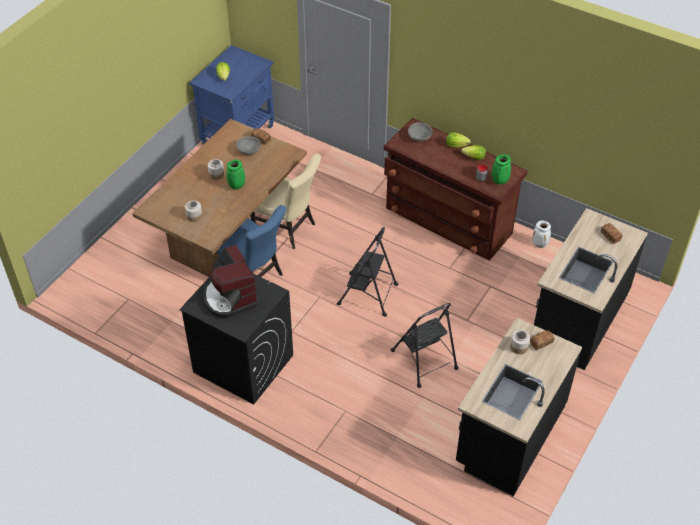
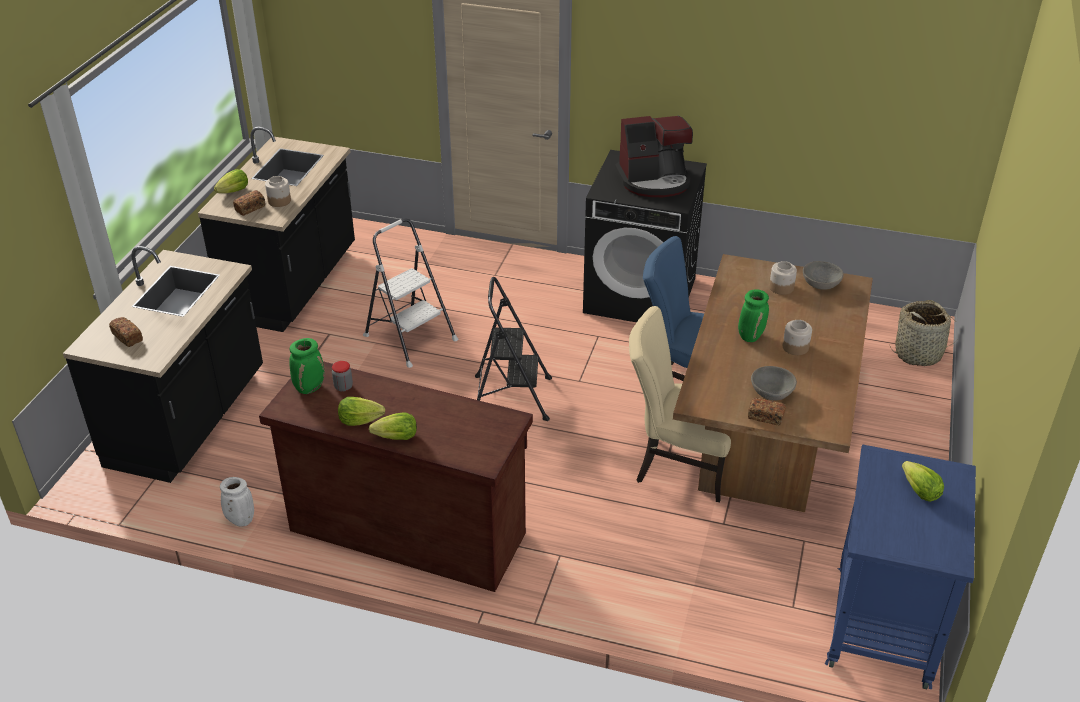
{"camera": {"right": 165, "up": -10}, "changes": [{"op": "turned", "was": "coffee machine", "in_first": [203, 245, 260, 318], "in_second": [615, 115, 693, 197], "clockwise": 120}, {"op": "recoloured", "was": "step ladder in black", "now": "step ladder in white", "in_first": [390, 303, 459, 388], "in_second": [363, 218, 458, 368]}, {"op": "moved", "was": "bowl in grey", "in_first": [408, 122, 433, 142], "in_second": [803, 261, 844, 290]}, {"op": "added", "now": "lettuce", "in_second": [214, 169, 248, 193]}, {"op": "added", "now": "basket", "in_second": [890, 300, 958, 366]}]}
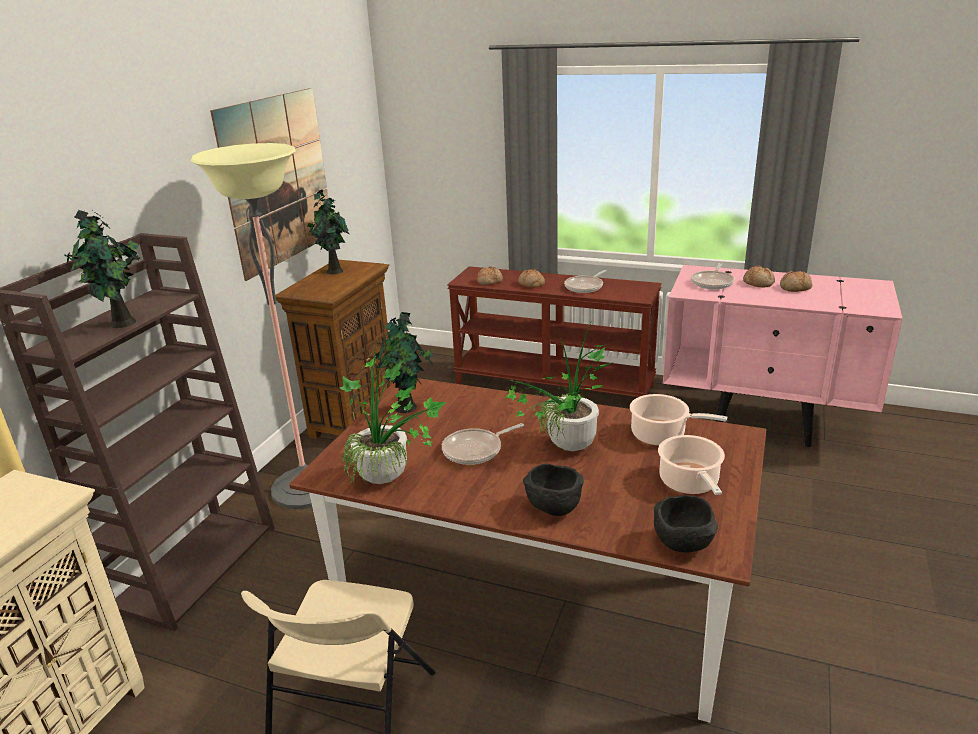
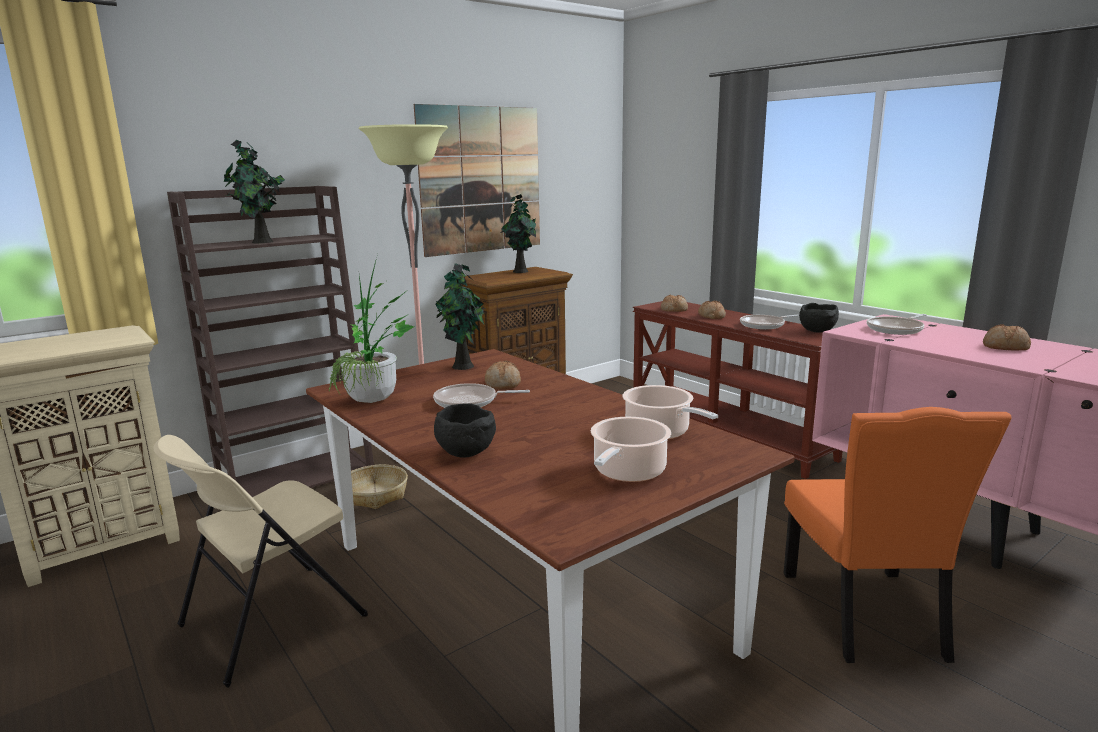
{"camera": {"right": 30, "up": -10}, "changes": [{"op": "removed", "was": "potted plant", "in_first": [505, 323, 613, 451]}, {"op": "moved", "was": "bowl in black", "in_first": [654, 495, 718, 553], "in_second": [799, 303, 839, 333]}, {"op": "moved", "was": "bread", "in_first": [743, 266, 775, 288], "in_second": [485, 361, 521, 390]}, {"op": "added", "now": "basket", "in_second": [351, 465, 408, 509]}, {"op": "added", "now": "chair in orange", "in_second": [784, 407, 1012, 663]}]}
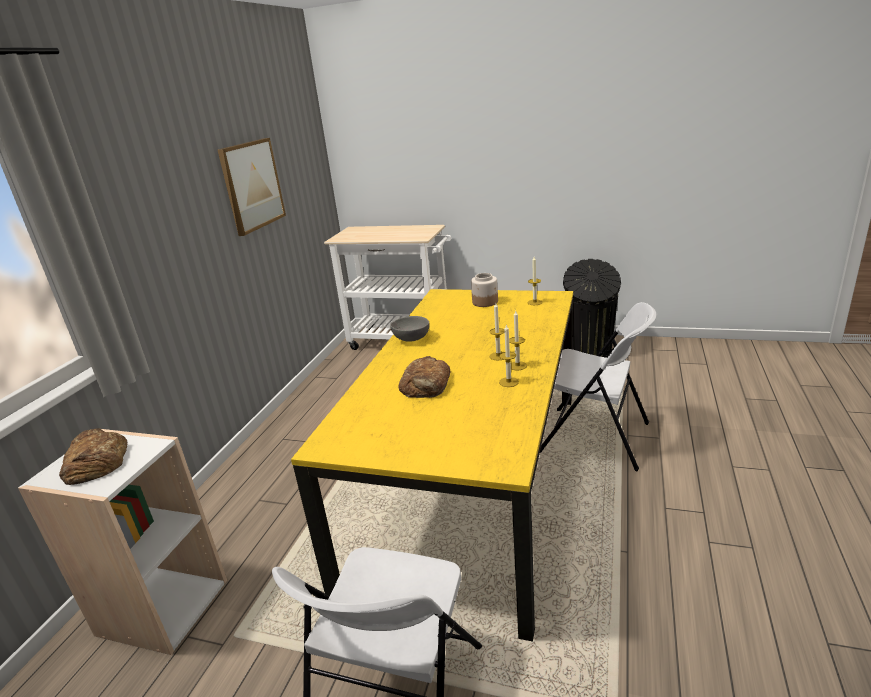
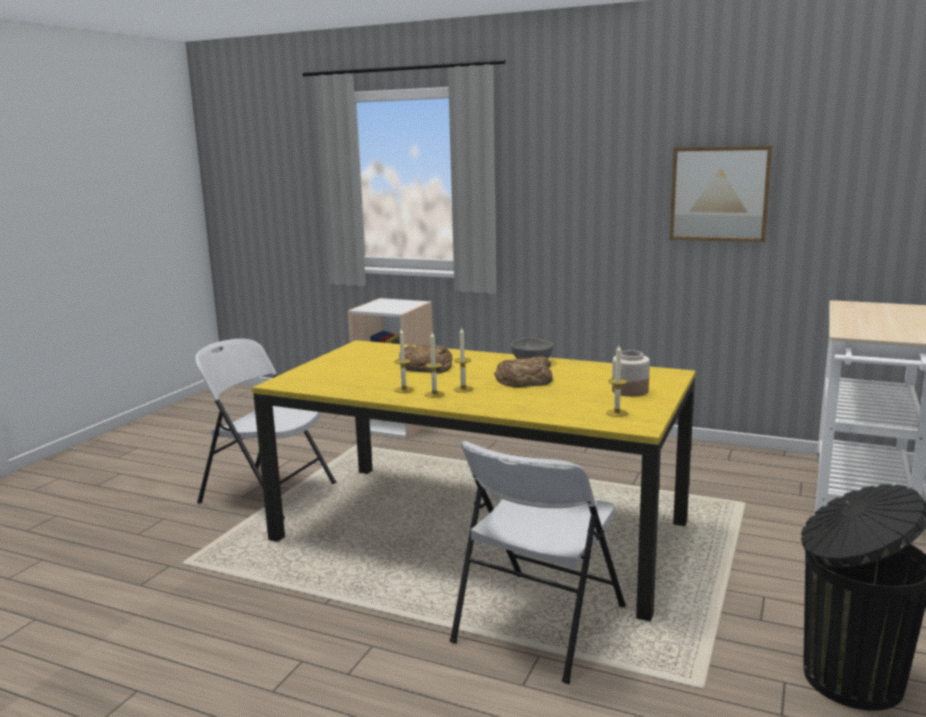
{"camera": {"right": 95, "up": -10}, "changes": [{"op": "moved", "was": "bread", "in_first": [59, 428, 127, 485], "in_second": [494, 356, 553, 388]}]}
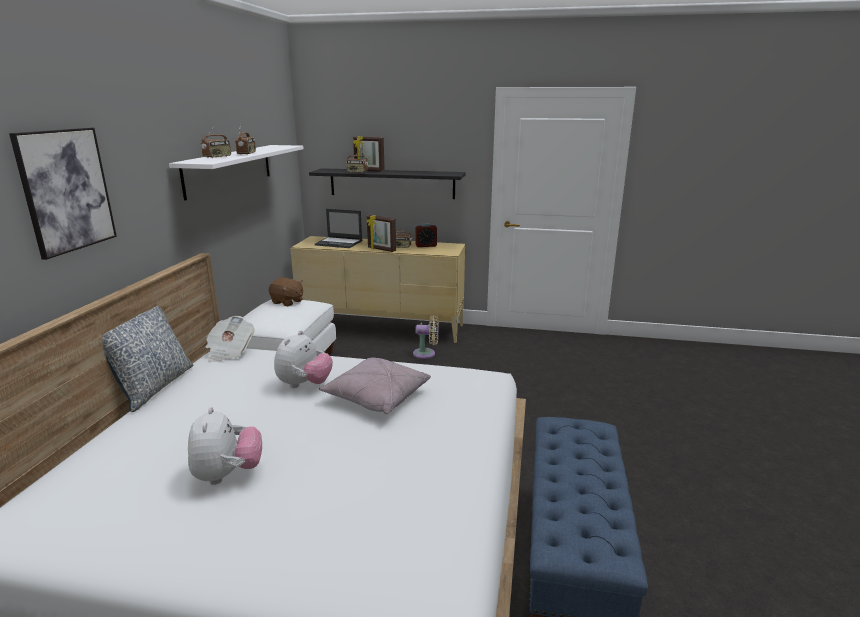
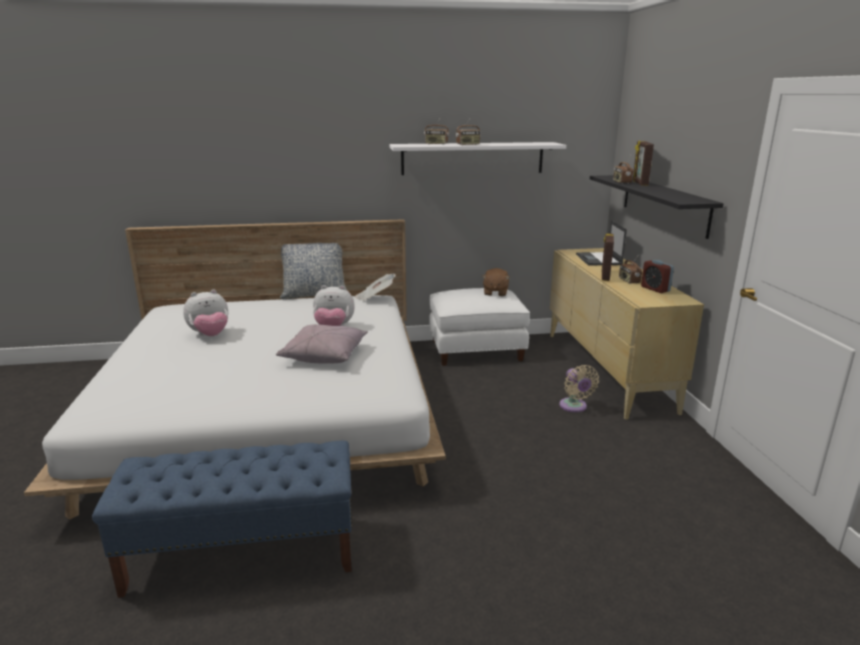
{"camera": {"right": 70, "up": 0}, "changes": [{"op": "removed", "was": "picture", "in_first": [9, 128, 117, 260]}]}
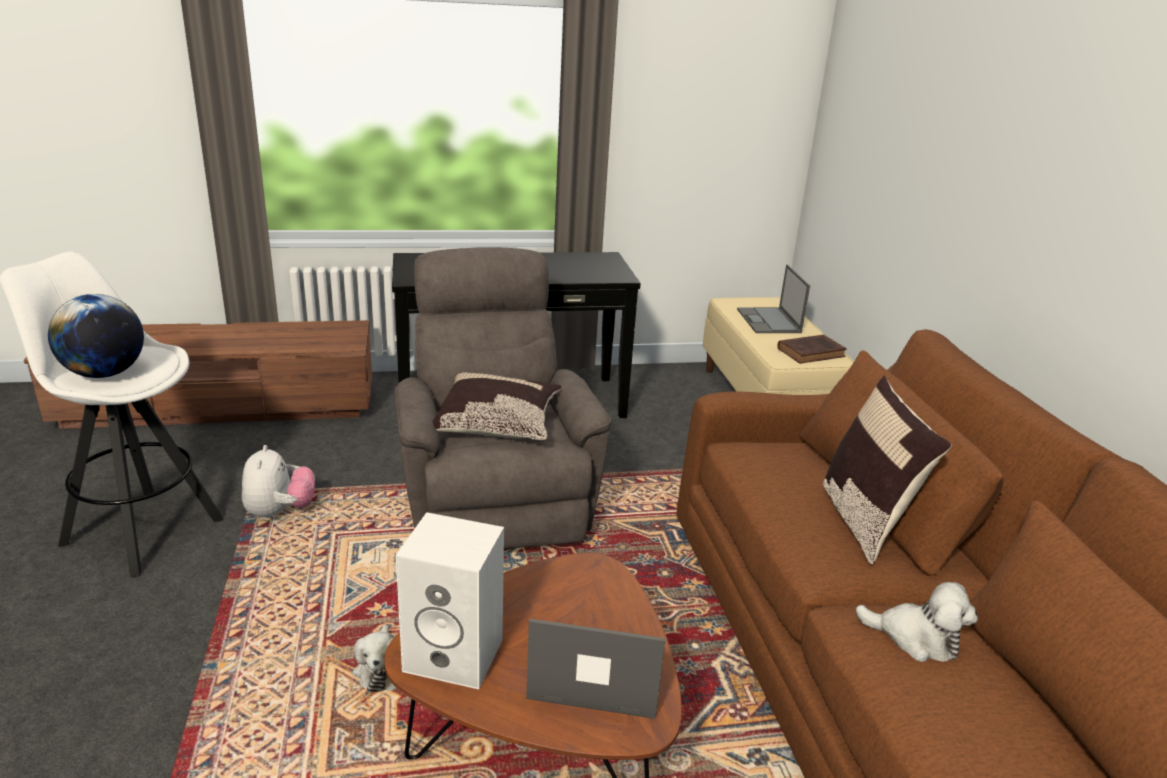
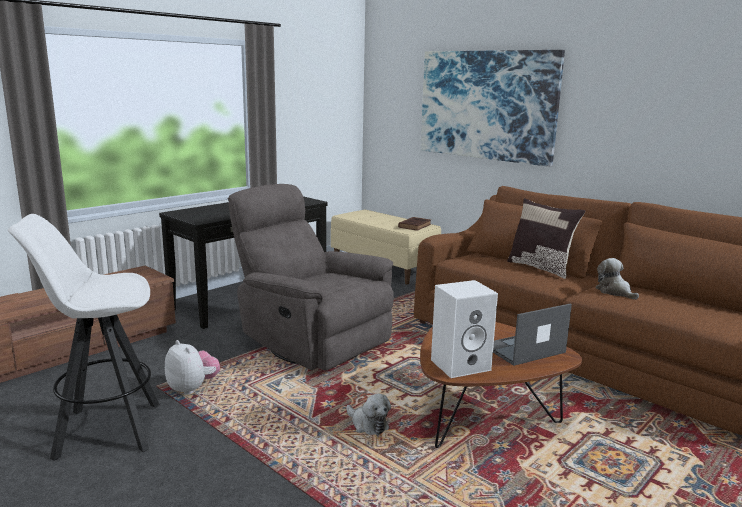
{"camera": {"right": -35, "up": -10}, "changes": [{"op": "removed", "was": "globe", "in_first": [48, 294, 144, 378]}, {"op": "removed", "was": "pillow", "in_first": [433, 372, 562, 440]}, {"op": "removed", "was": "laptop", "in_first": [737, 264, 810, 333]}, {"op": "turned", "was": "plush toy", "in_first": [856, 582, 978, 662], "in_second": [596, 258, 639, 300], "clockwise": -105}, {"op": "added", "now": "picture", "in_second": [421, 50, 565, 167]}]}
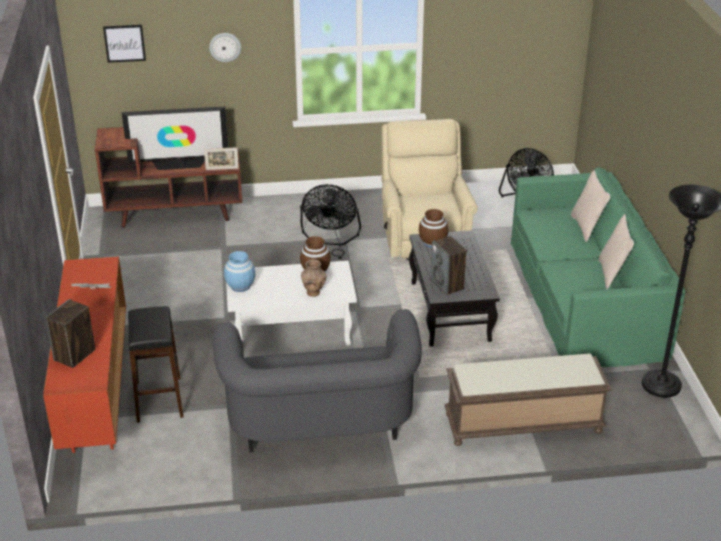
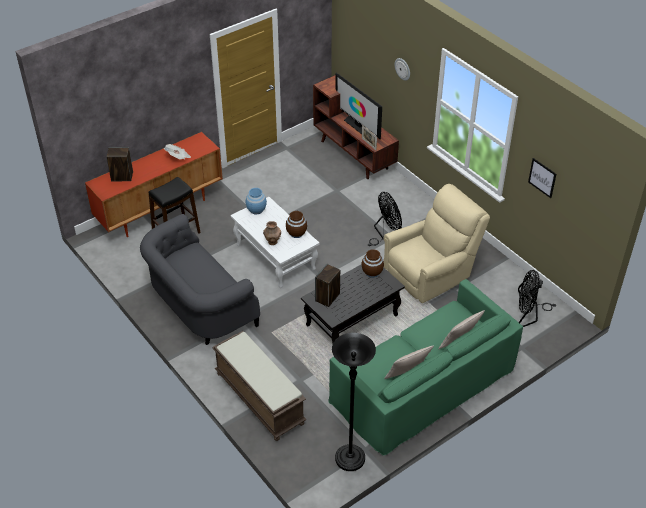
{"camera": {"right": 60, "up": 10}, "changes": [{"op": "moved", "was": "picture", "in_first": [103, 25, 146, 63], "in_second": [528, 158, 556, 198]}]}
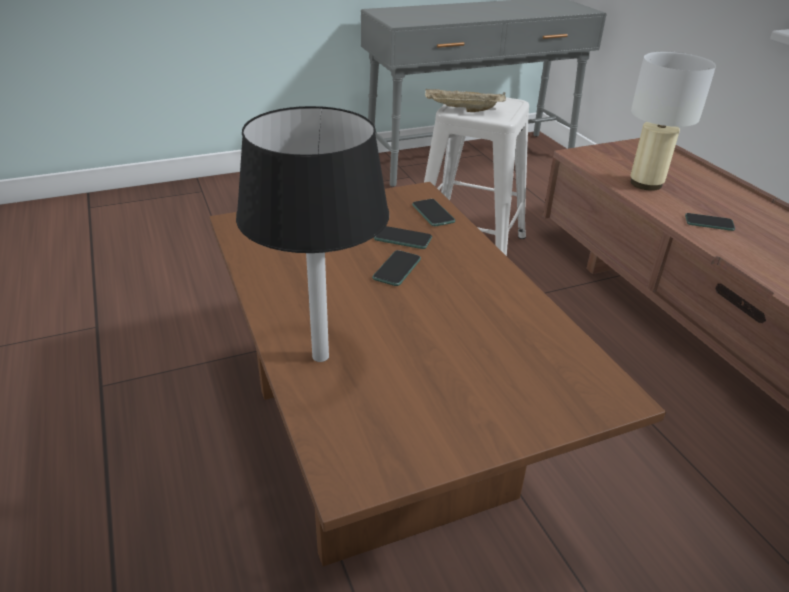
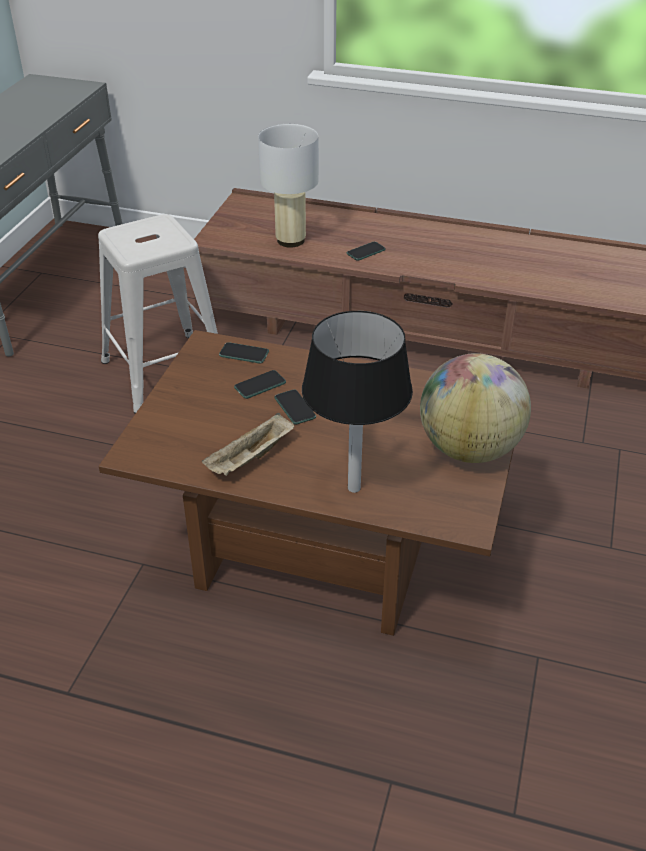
{"camera": {"right": -50, "up": 5}, "changes": [{"op": "moved", "was": "tray in beige", "in_first": [425, 88, 506, 112], "in_second": [202, 413, 294, 476]}, {"op": "added", "now": "globe", "in_second": [420, 353, 531, 463]}]}
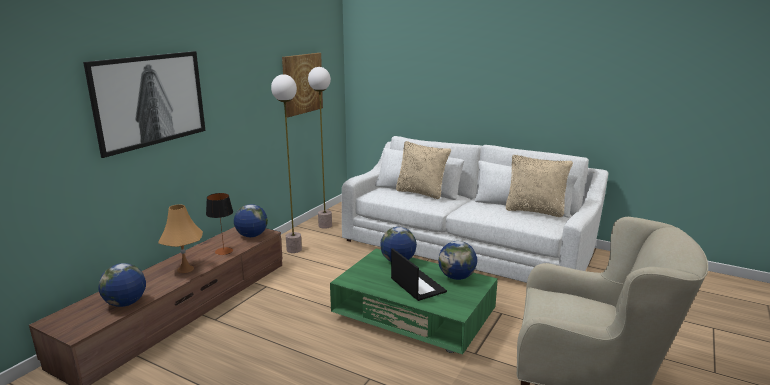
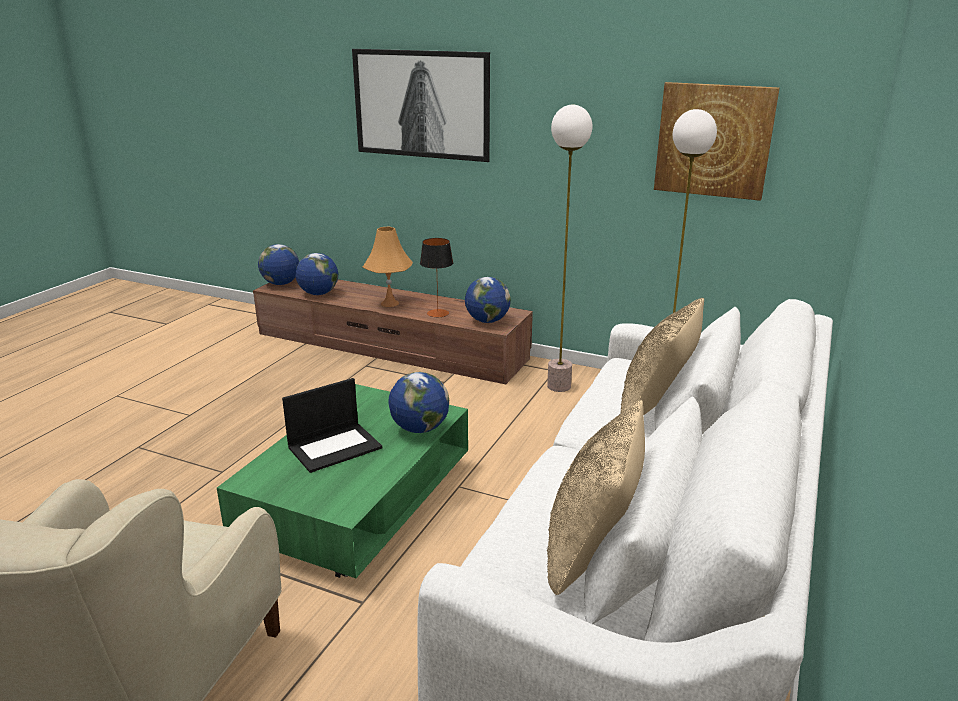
{"camera": {"right": 85, "up": 5}, "changes": [{"op": "moved", "was": "globe", "in_first": [438, 241, 477, 280], "in_second": [258, 244, 299, 285]}]}
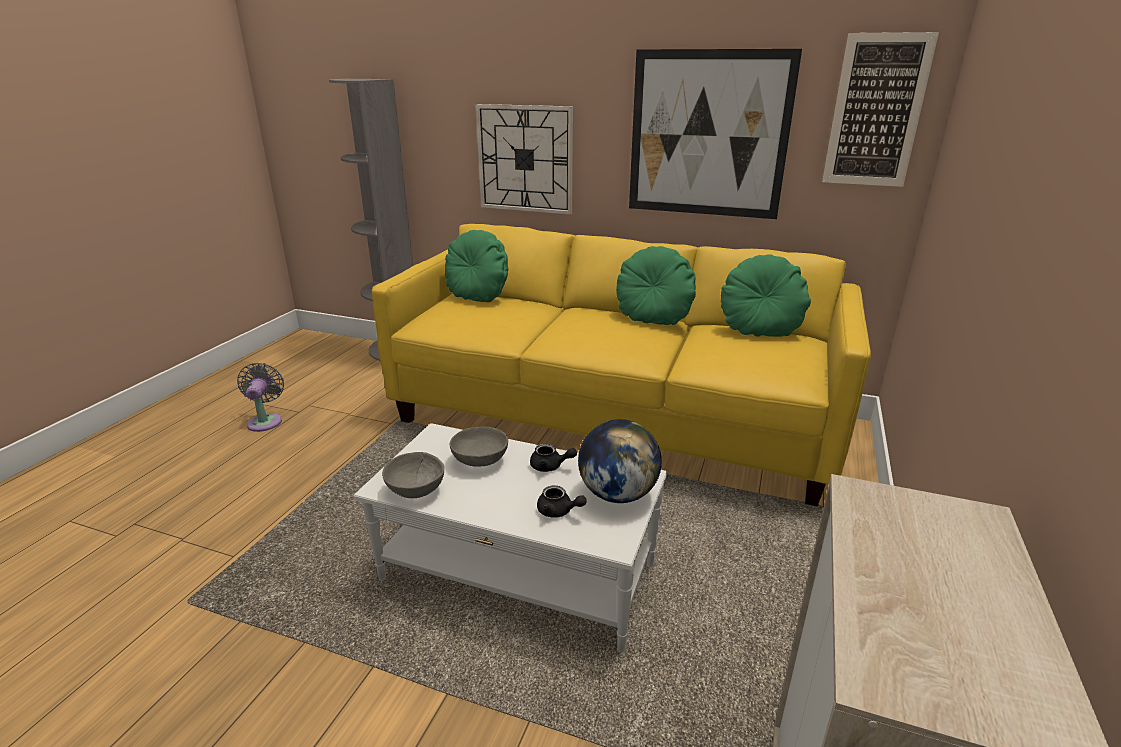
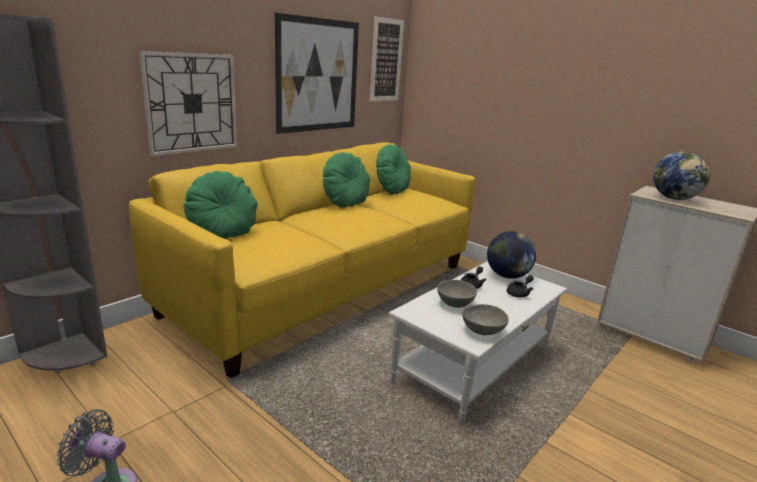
{"camera": {"right": -70, "up": -5}, "changes": [{"op": "added", "now": "globe", "in_second": [653, 151, 710, 200]}]}
